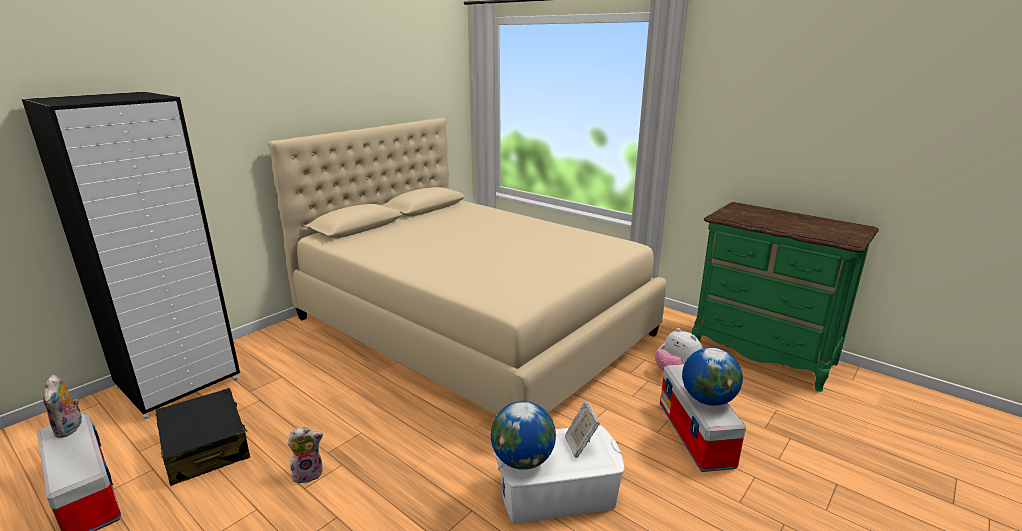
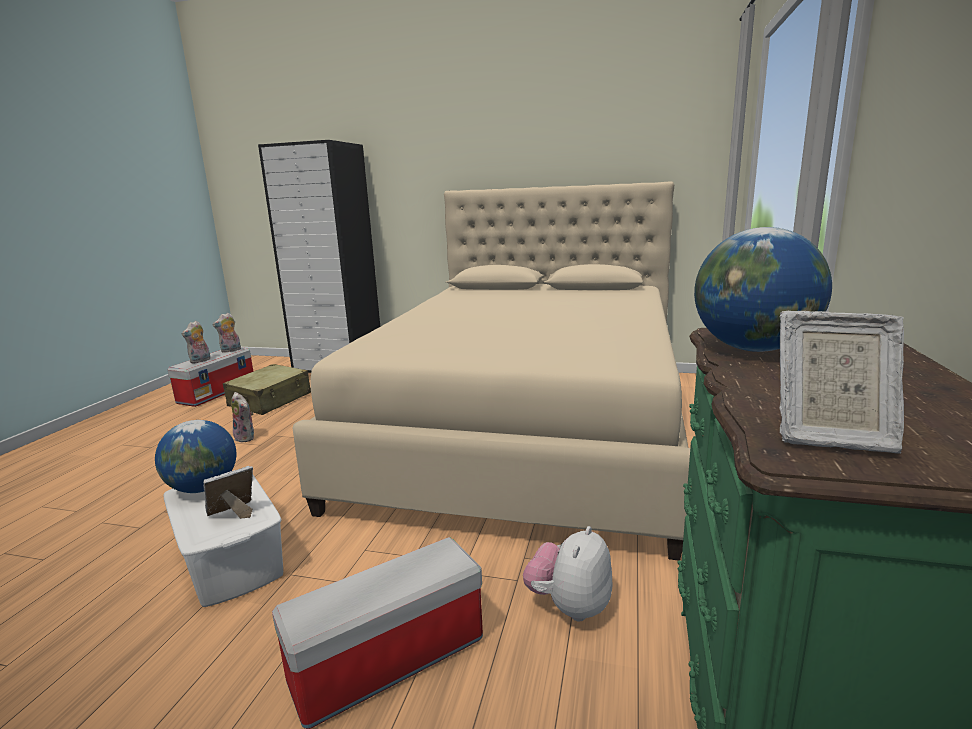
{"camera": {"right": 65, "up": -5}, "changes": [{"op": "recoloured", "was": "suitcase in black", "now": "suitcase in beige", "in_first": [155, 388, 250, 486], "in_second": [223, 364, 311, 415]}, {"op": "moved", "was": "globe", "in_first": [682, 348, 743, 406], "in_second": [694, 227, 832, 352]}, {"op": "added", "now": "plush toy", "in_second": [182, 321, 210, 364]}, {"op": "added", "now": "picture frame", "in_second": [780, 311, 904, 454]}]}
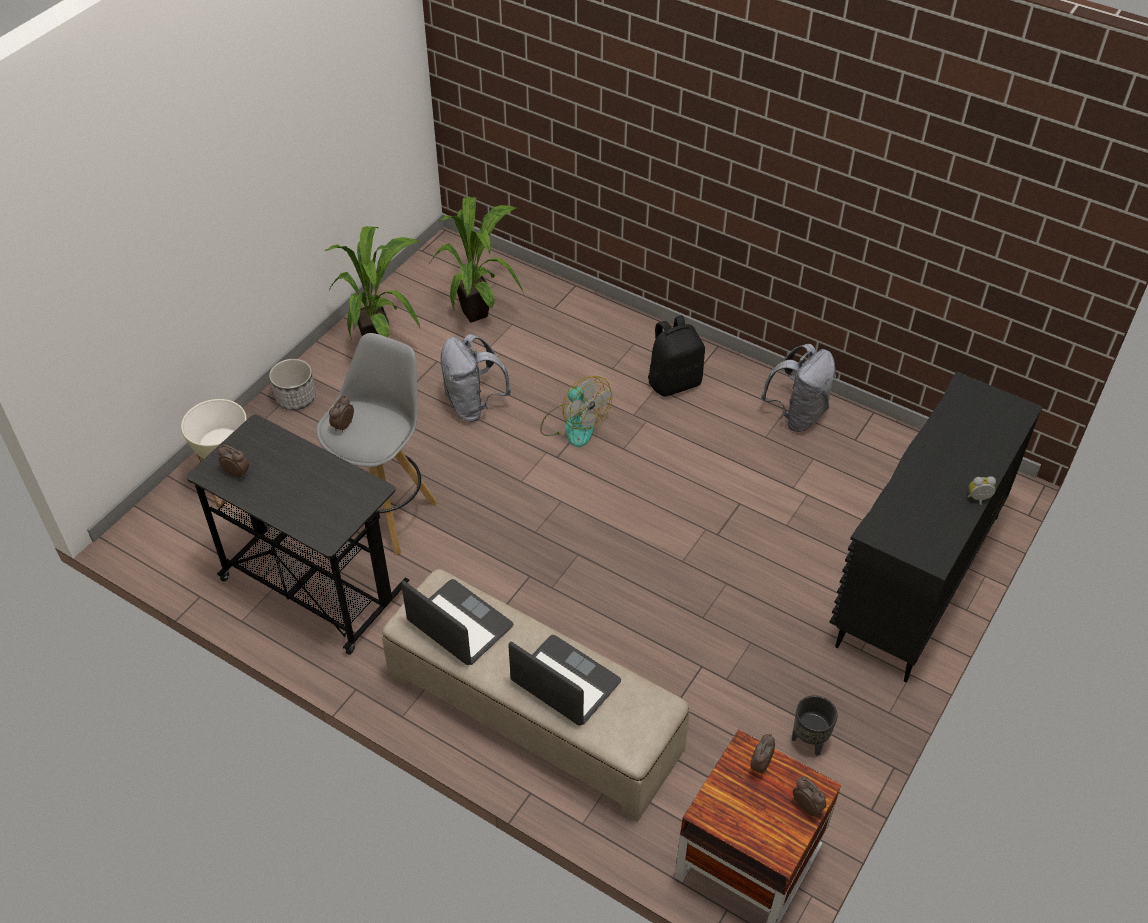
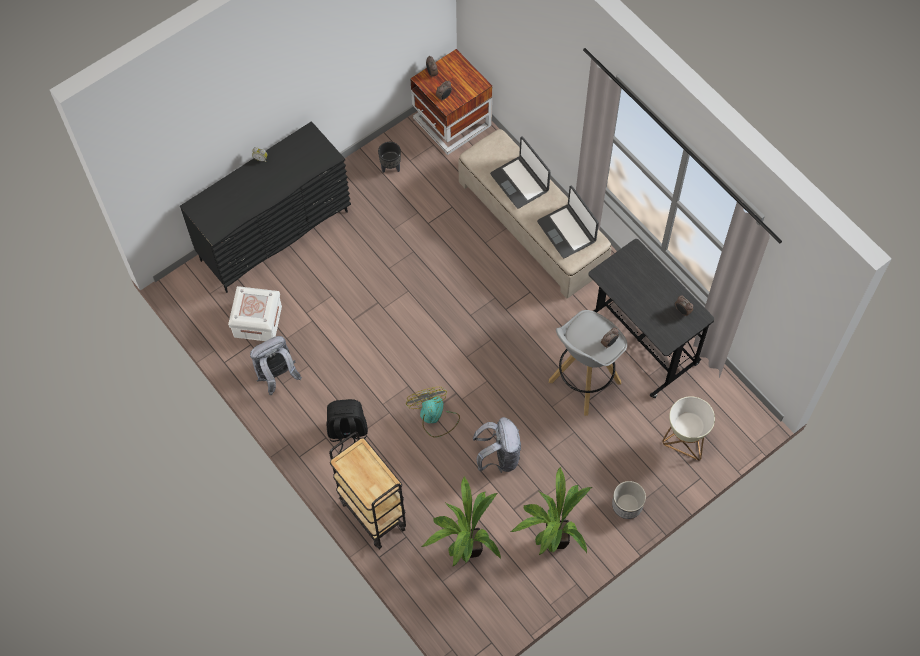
{"camera": {"right": -160, "up": 15}, "changes": [{"op": "added", "now": "storage box in white", "in_second": [228, 286, 282, 341]}, {"op": "added", "now": "cart in brown", "in_second": [329, 432, 406, 549]}]}
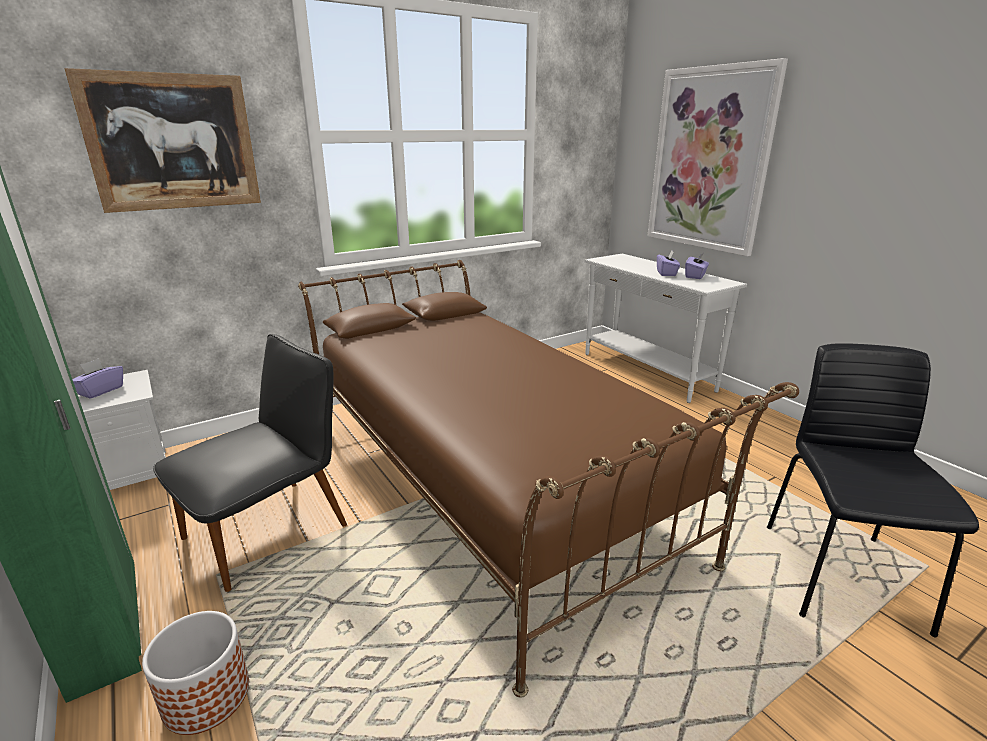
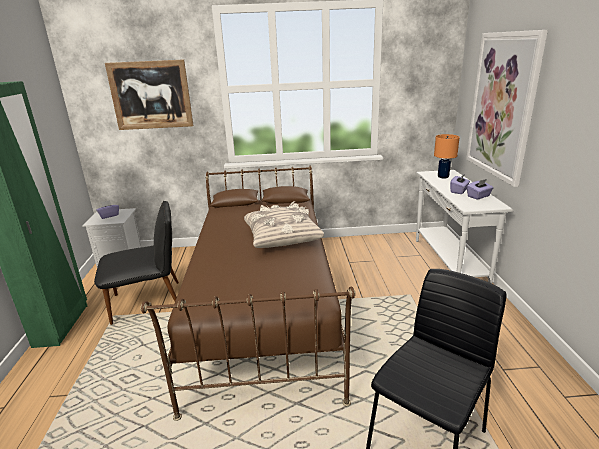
{"camera": {"right": 30, "up": 0}, "changes": [{"op": "removed", "was": "planter", "in_first": [142, 611, 249, 735]}, {"op": "added", "now": "pillow in beige", "in_second": [244, 201, 324, 248]}, {"op": "added", "now": "table lamp in orange", "in_second": [434, 134, 460, 179]}]}
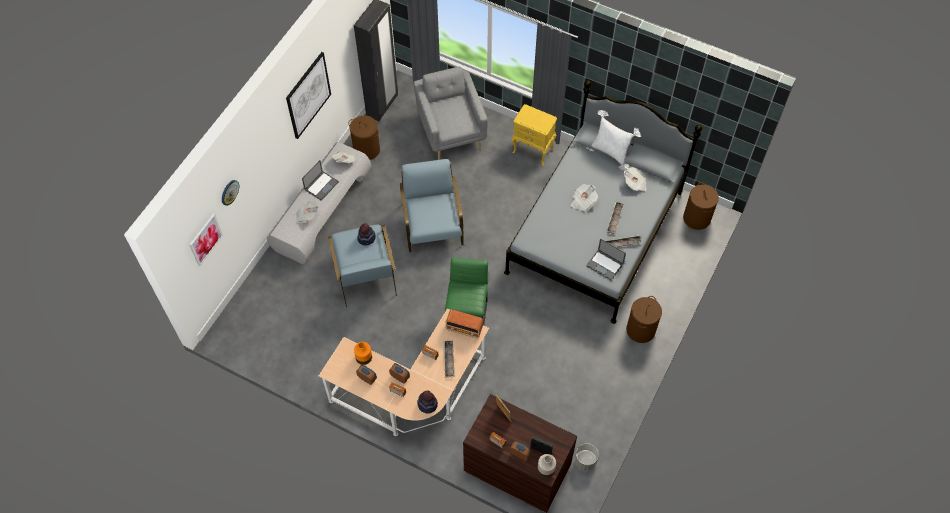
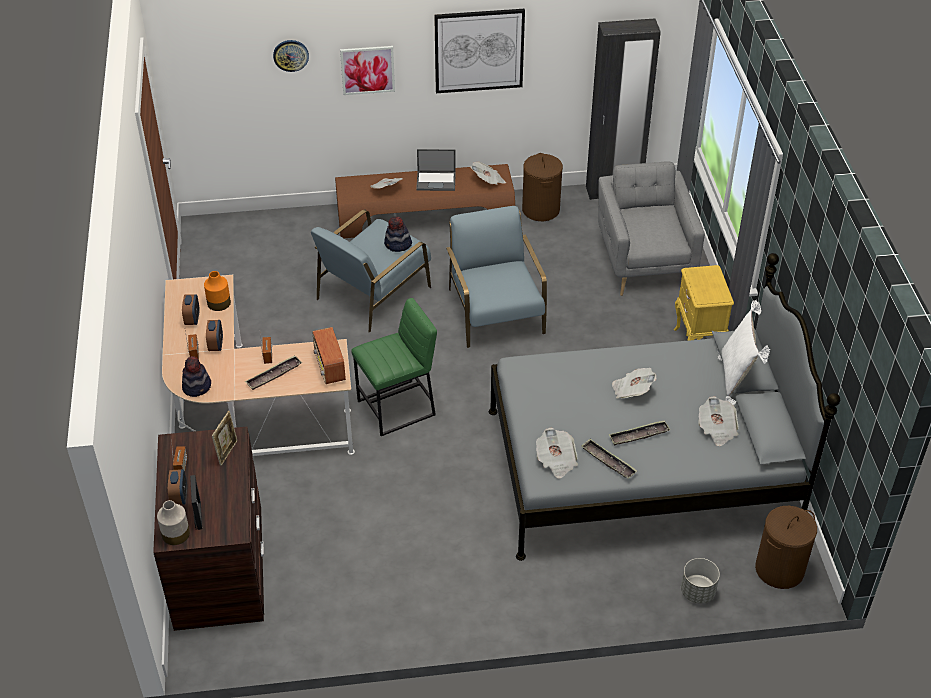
{"camera": {"right": 55, "up": -15}, "changes": [{"op": "moved", "was": "picture", "in_first": [189, 213, 223, 266], "in_second": [340, 46, 395, 95]}, {"op": "recoloured", "was": "bench in grey", "now": "bench in brown", "in_first": [267, 142, 372, 264], "in_second": [335, 164, 515, 238]}, {"op": "turned", "was": "armchair in blue", "in_first": [399, 159, 464, 252], "in_second": [446, 206, 547, 348], "clockwise": -60}, {"op": "turned", "was": "armchair in grey", "in_first": [413, 67, 488, 160], "in_second": [598, 161, 705, 296], "clockwise": -45}, {"op": "moved", "was": "planter in grey", "in_first": [575, 443, 599, 471], "in_second": [681, 558, 720, 604]}, {"op": "replaced", "was": "laptop", "now": "newspaper", "in_first": [586, 238, 626, 281], "in_second": [536, 428, 578, 479]}, {"op": "removed", "was": "laundry basket in brown", "in_first": [626, 296, 662, 343]}]}
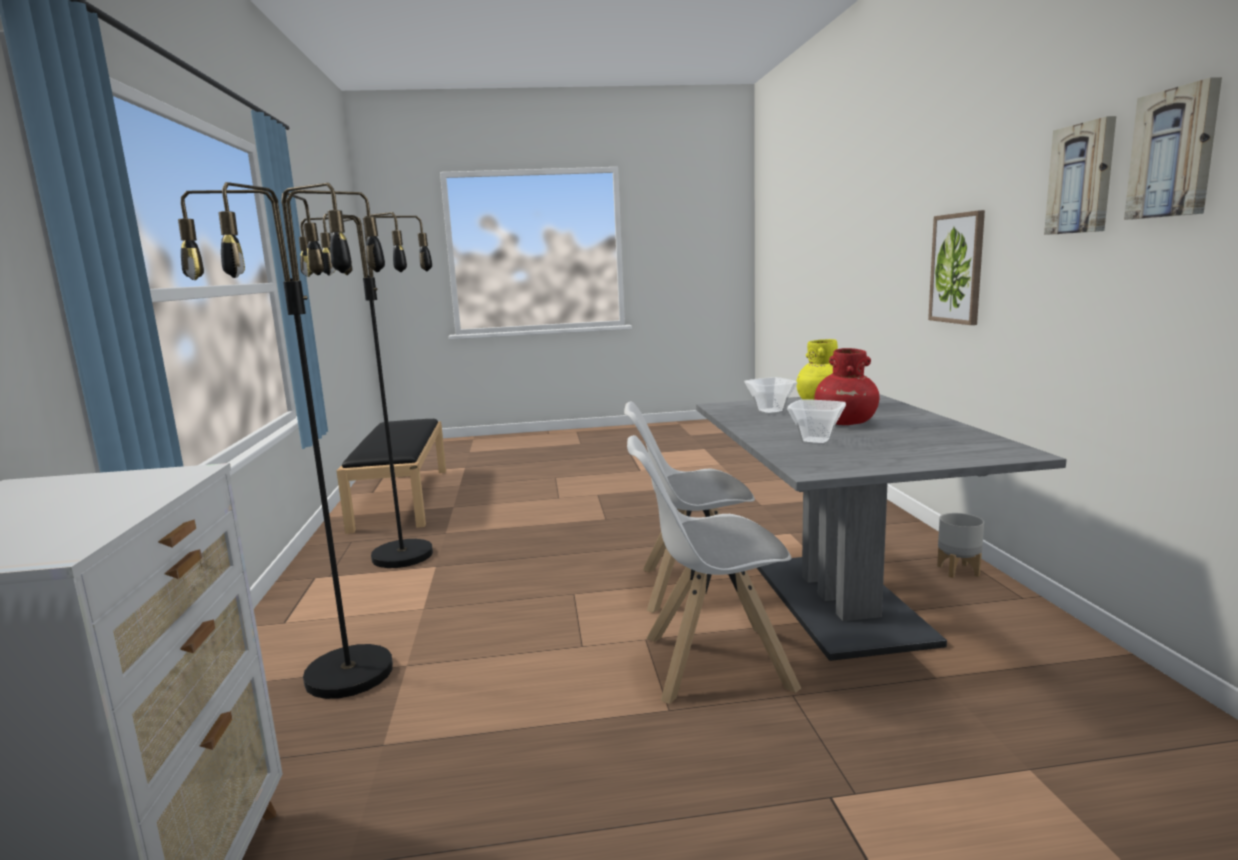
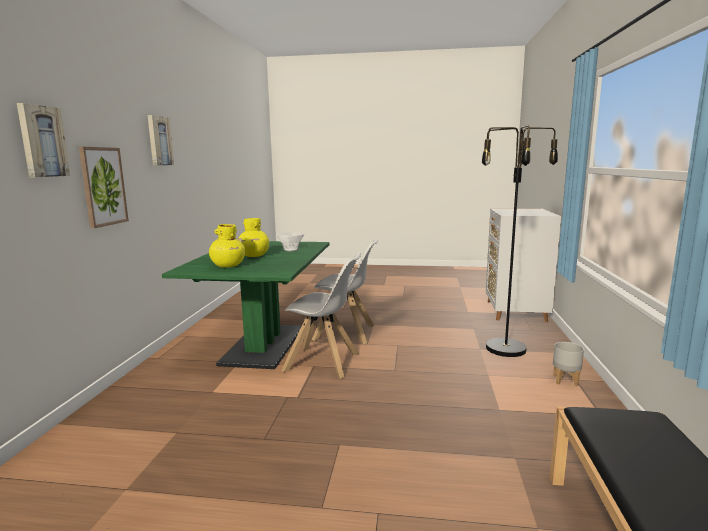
{"camera": {"right": -165, "up": 0}, "changes": [{"op": "removed", "was": "floor lamp", "in_first": [299, 212, 433, 568]}, {"op": "recoloured", "was": "dining table in grey", "now": "dining table in green", "in_first": [696, 394, 1067, 661], "in_second": [162, 241, 329, 369]}, {"op": "removed", "was": "bowl", "in_first": [744, 377, 798, 415]}, {"op": "recoloured", "was": "vase in red", "now": "vase in yellow", "in_first": [814, 348, 879, 425], "in_second": [238, 218, 269, 257]}, {"op": "moved", "was": "planter in grey", "in_first": [937, 513, 984, 578], "in_second": [553, 342, 584, 386]}, {"op": "moved", "was": "picture", "in_first": [1124, 77, 1222, 220], "in_second": [17, 103, 70, 177]}]}
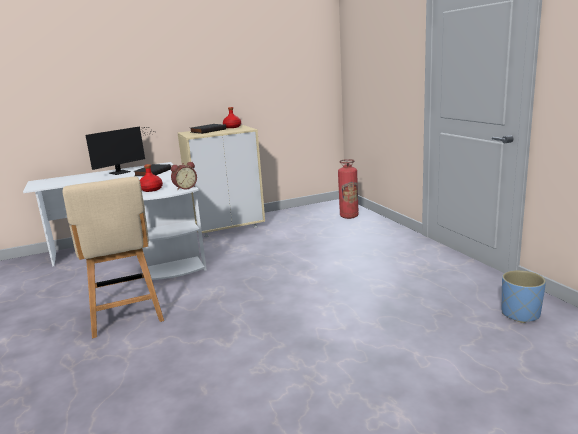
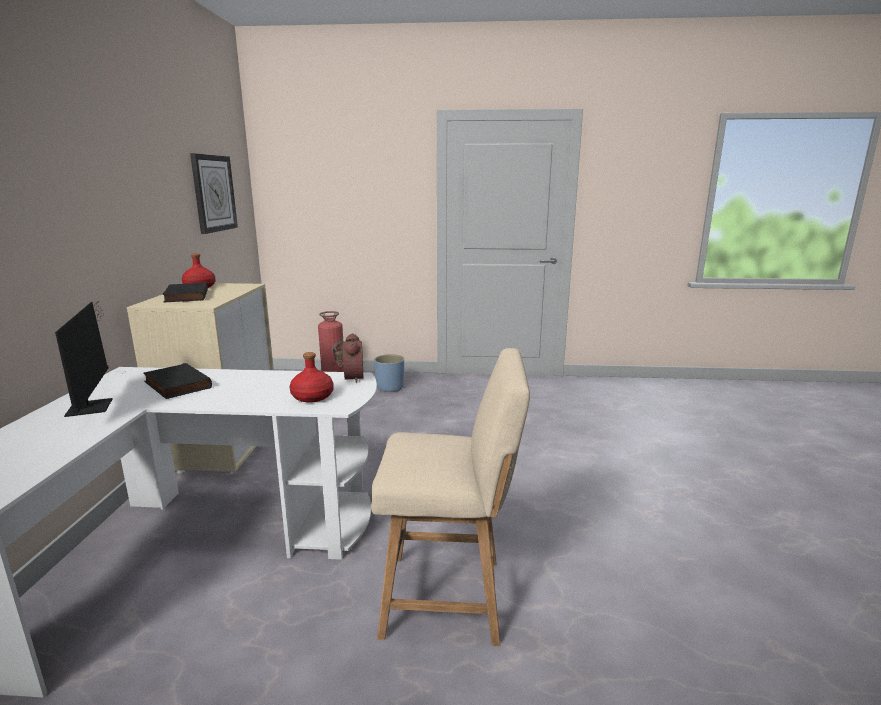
{"camera": {"right": -65, "up": 0}, "changes": [{"op": "moved", "was": "planter in blue", "in_first": [501, 270, 546, 323], "in_second": [374, 354, 404, 391]}, {"op": "added", "now": "wall clock", "in_second": [190, 153, 238, 234]}]}
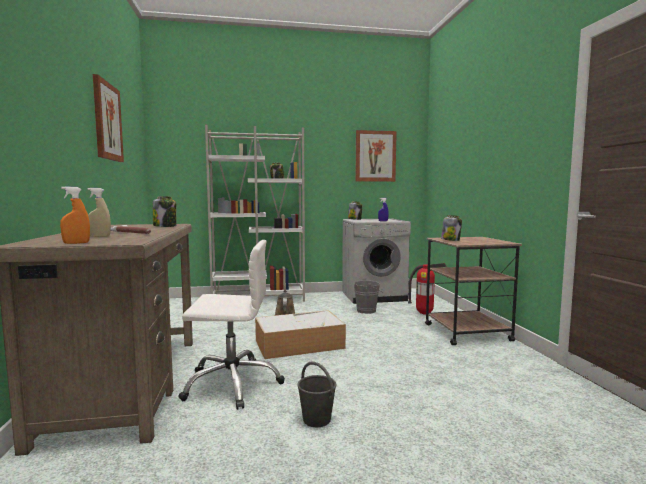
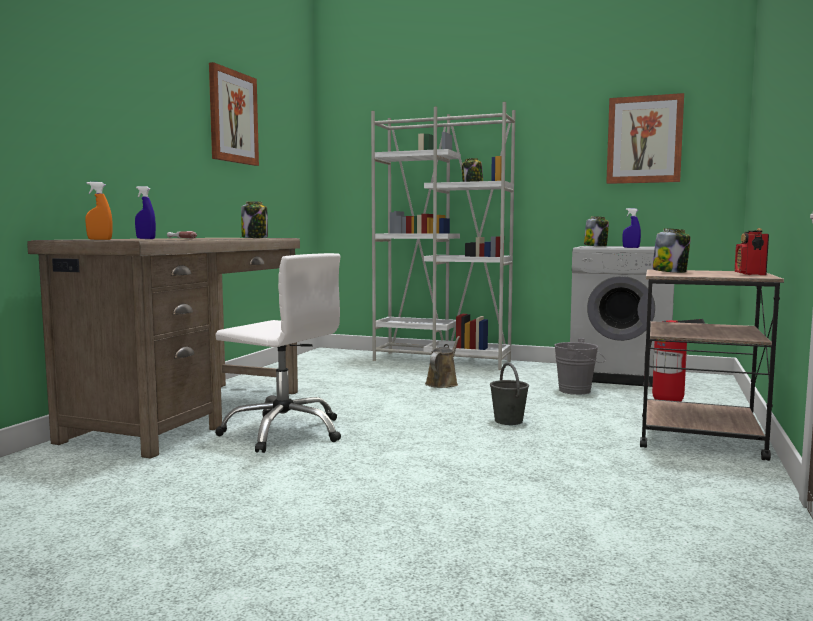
{"camera": {"right": 30, "up": 0}, "changes": [{"op": "recoloured", "was": "spray bottle in beige", "now": "spray bottle in blue", "in_first": [87, 188, 111, 237], "in_second": [135, 186, 156, 239]}, {"op": "removed", "was": "storage box", "in_first": [255, 310, 346, 359]}, {"op": "moved", "was": "bucket in grey", "in_first": [297, 361, 337, 427], "in_second": [490, 362, 529, 425]}, {"op": "added", "now": "radio", "in_second": [735, 228, 769, 275]}]}
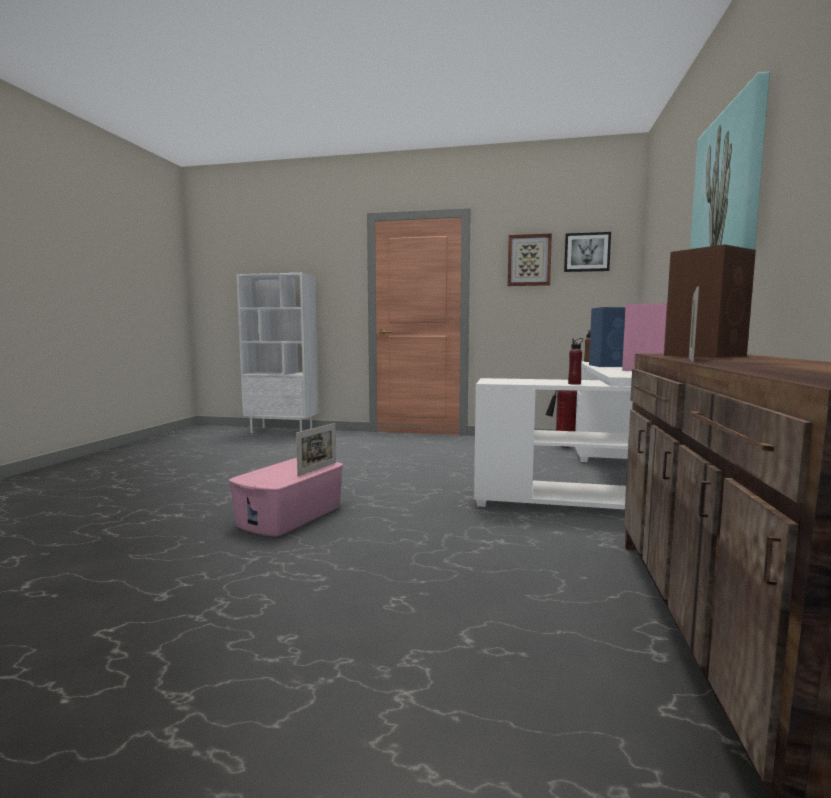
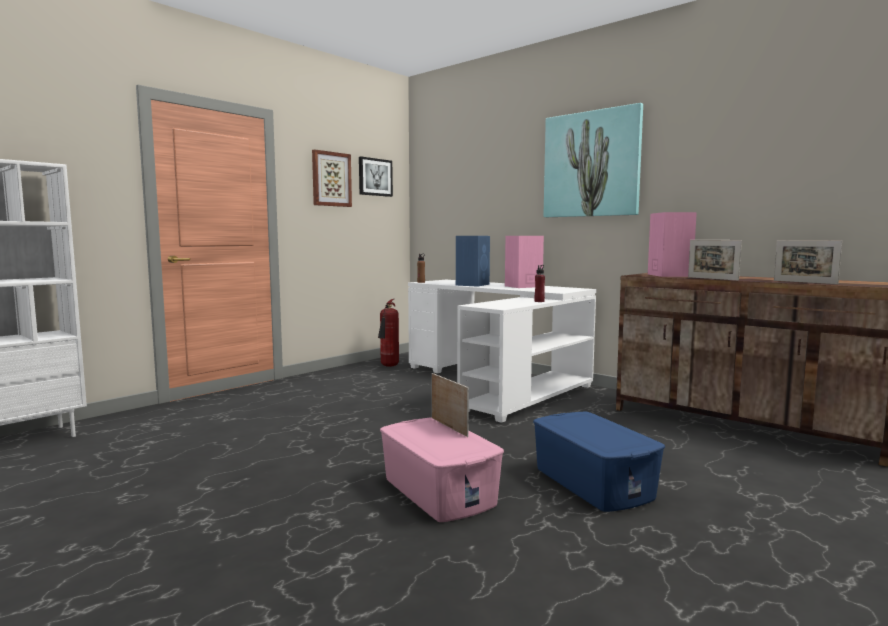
{"camera": {"right": -60, "up": 0}, "changes": [{"op": "recoloured", "was": "speaker in brown", "now": "speaker in pink", "in_first": [664, 244, 756, 358], "in_second": [648, 212, 697, 277]}, {"op": "added", "now": "storage box in blue", "in_second": [533, 412, 665, 512]}, {"op": "added", "now": "picture frame", "in_second": [774, 240, 842, 284]}]}
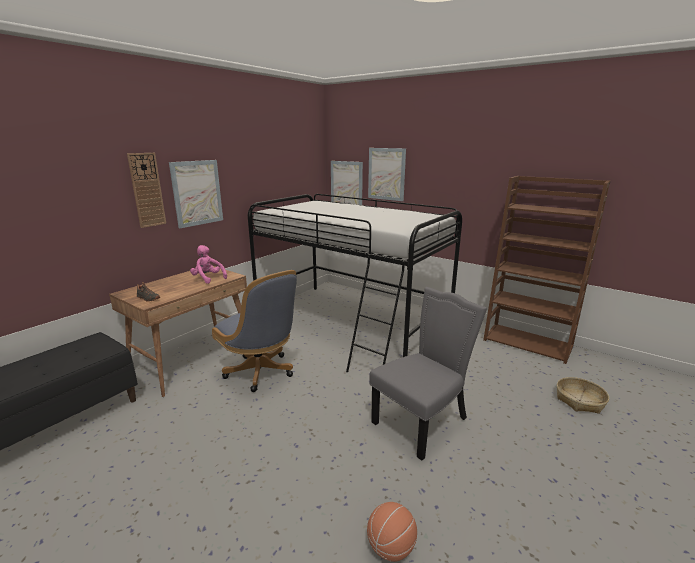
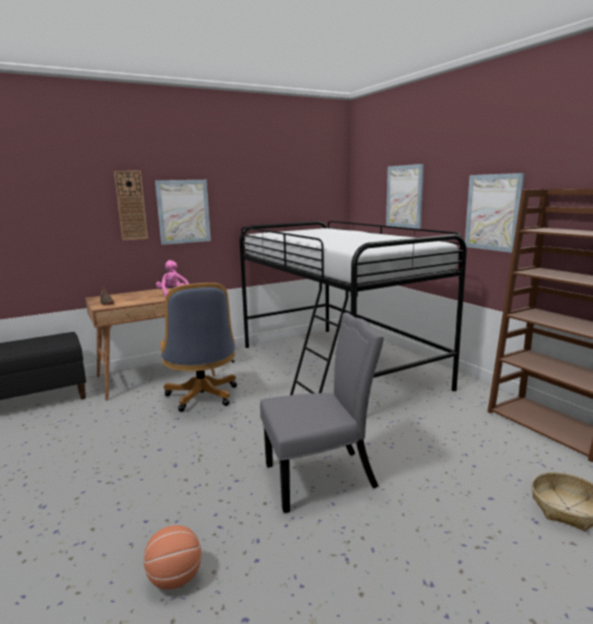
{"camera": {"right": 25, "up": -5}, "changes": [{"op": "moved", "was": "picture", "in_first": [331, 161, 363, 205], "in_second": [465, 173, 525, 253]}]}
